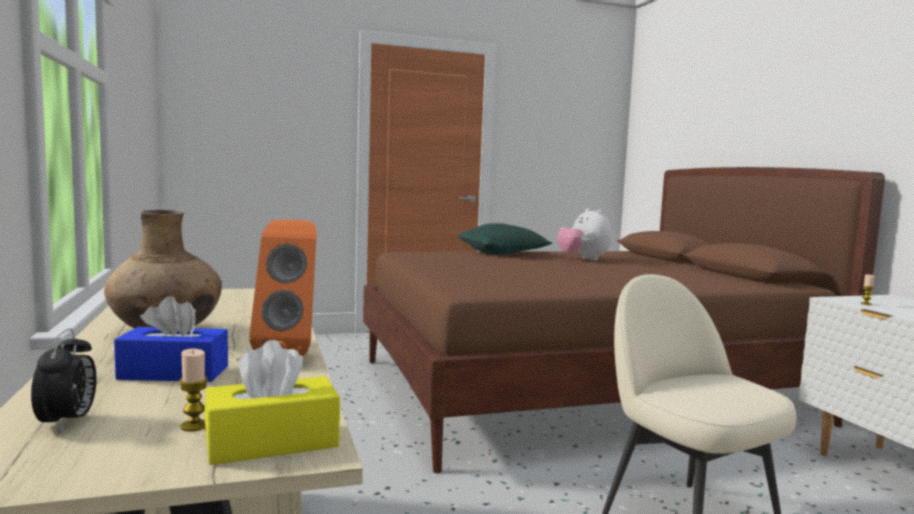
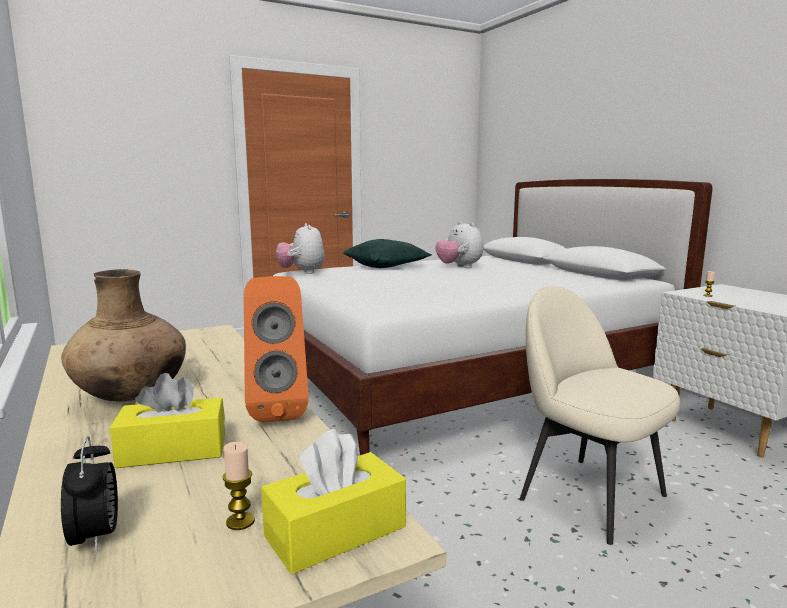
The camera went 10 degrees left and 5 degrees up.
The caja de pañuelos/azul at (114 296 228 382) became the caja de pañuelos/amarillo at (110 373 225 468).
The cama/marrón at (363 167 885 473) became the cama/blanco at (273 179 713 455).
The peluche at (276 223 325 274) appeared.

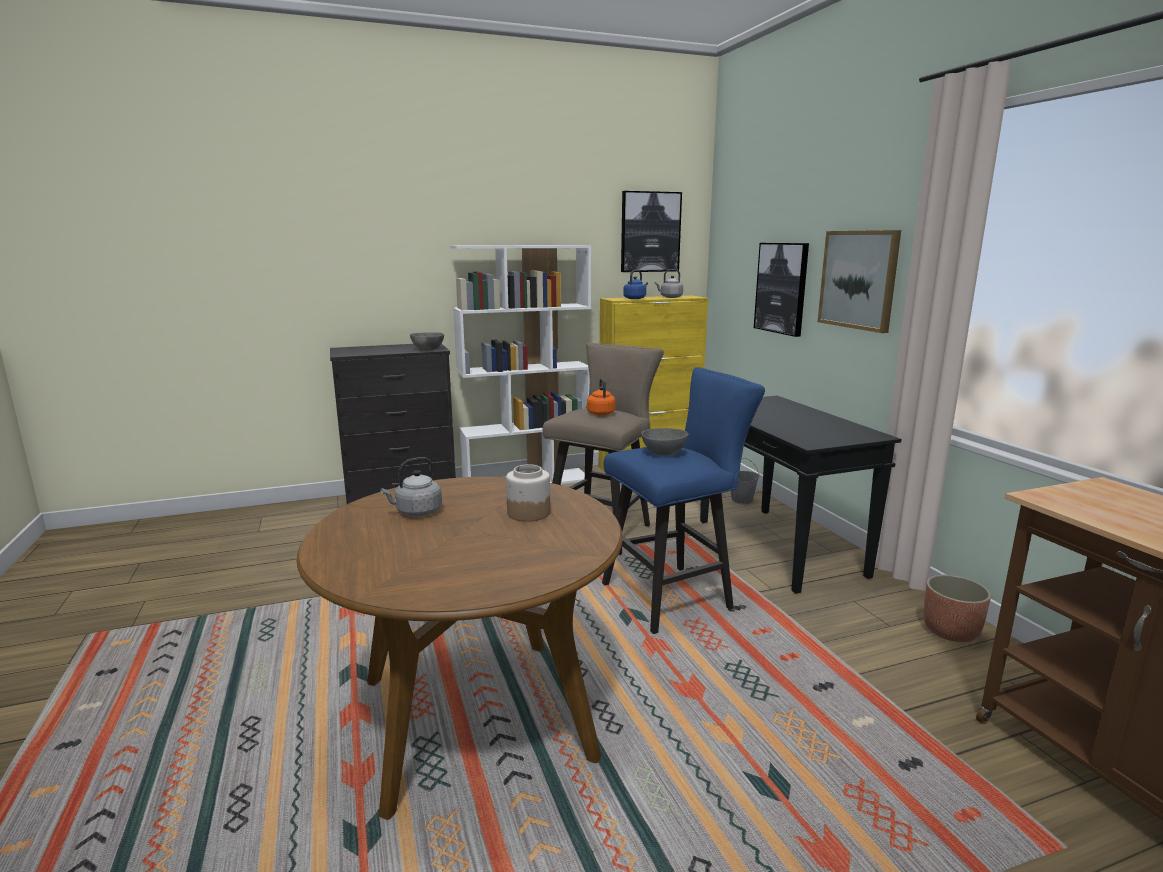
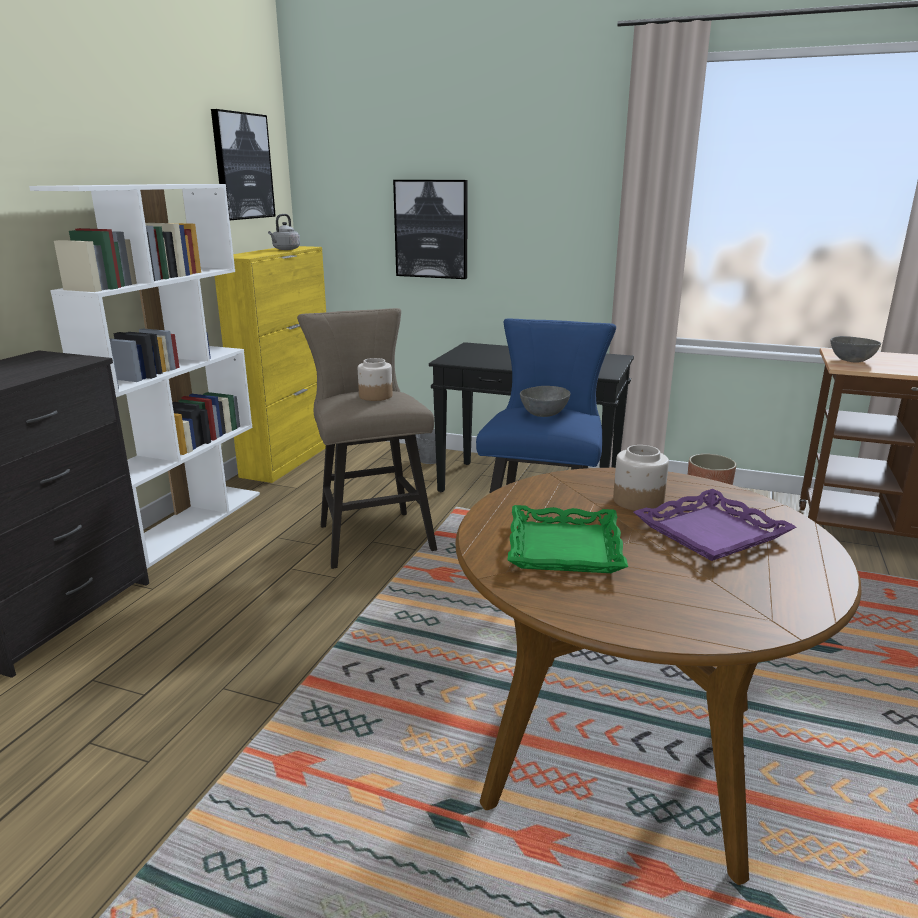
The camera went 50 degrees left and 5 degrees up.
The hervidor/naranja at (587 378 616 415) was replaced by the tarro at (358 358 393 401).
The hervidor/gris at (380 457 442 516) was replaced by the bandeja/verde at (508 505 628 573).
The bandeja/morado at (634 489 796 561) appeared.
The cuenco/gris moved from (410 332 444 350) to (830 336 881 363).
The hervidor/azul at (623 270 648 299) disappeared.
The cuadro at (818 230 901 333) disappeared.

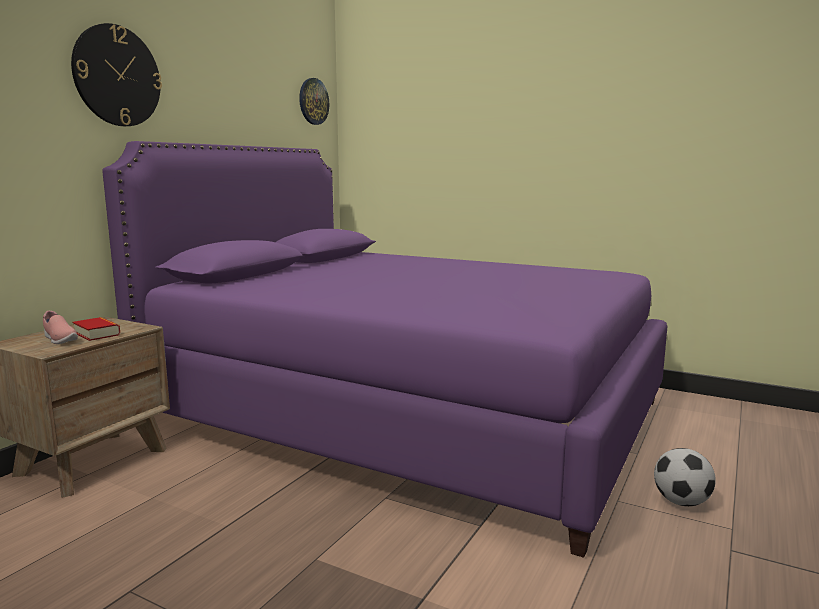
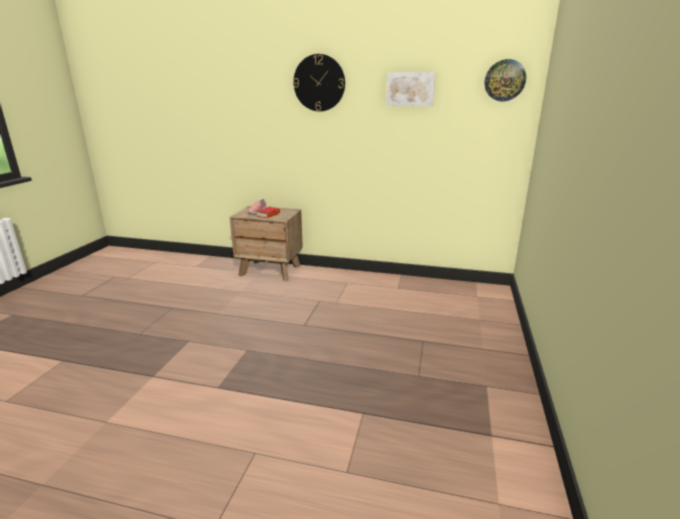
The camera went 75 degrees right and 10 degrees up.
The cuadro at (386 72 436 106) appeared.
The cama/morado at (102 141 667 558) disappeared.
The balón de fútbol at (654 448 716 506) disappeared.

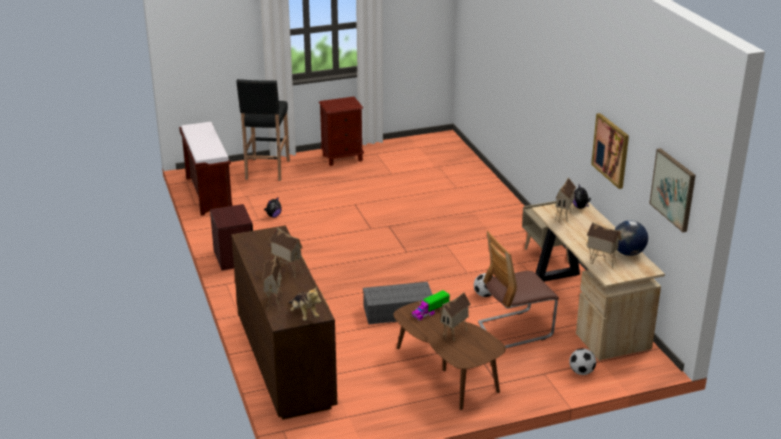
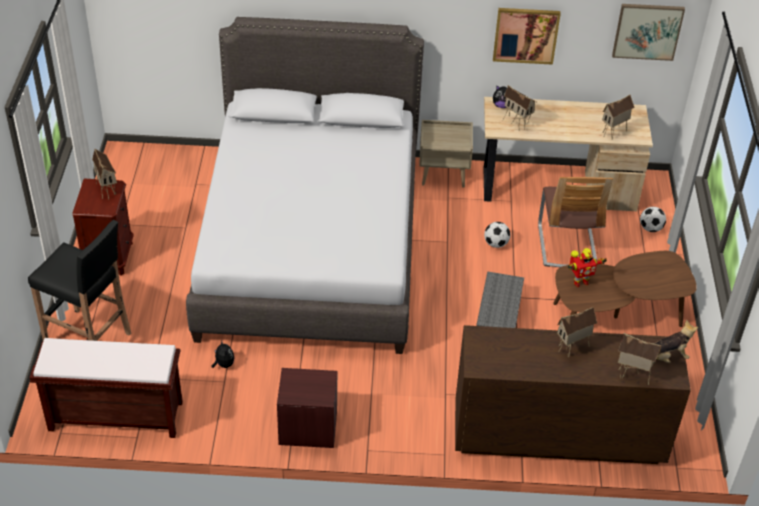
The camera went 70 degrees left and 15 degrees up.
The casita moved from (440 292 471 341) to (92 149 117 200).
The cama/gris at (186 17 424 354) appeared.
The camión de juguete at (411 290 450 321) was replaced by the robot de juguete at (567 248 607 287).
The globo terráqueo at (614 220 648 256) disappeared.

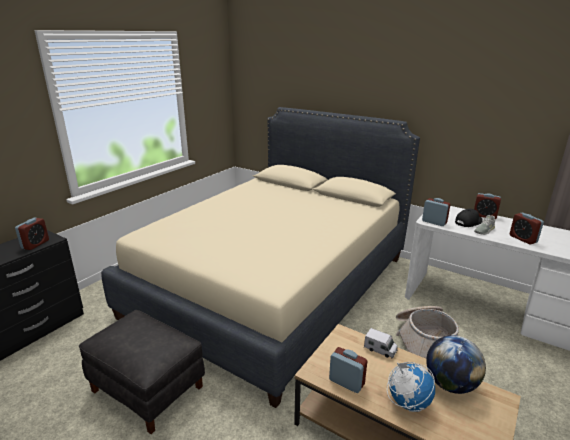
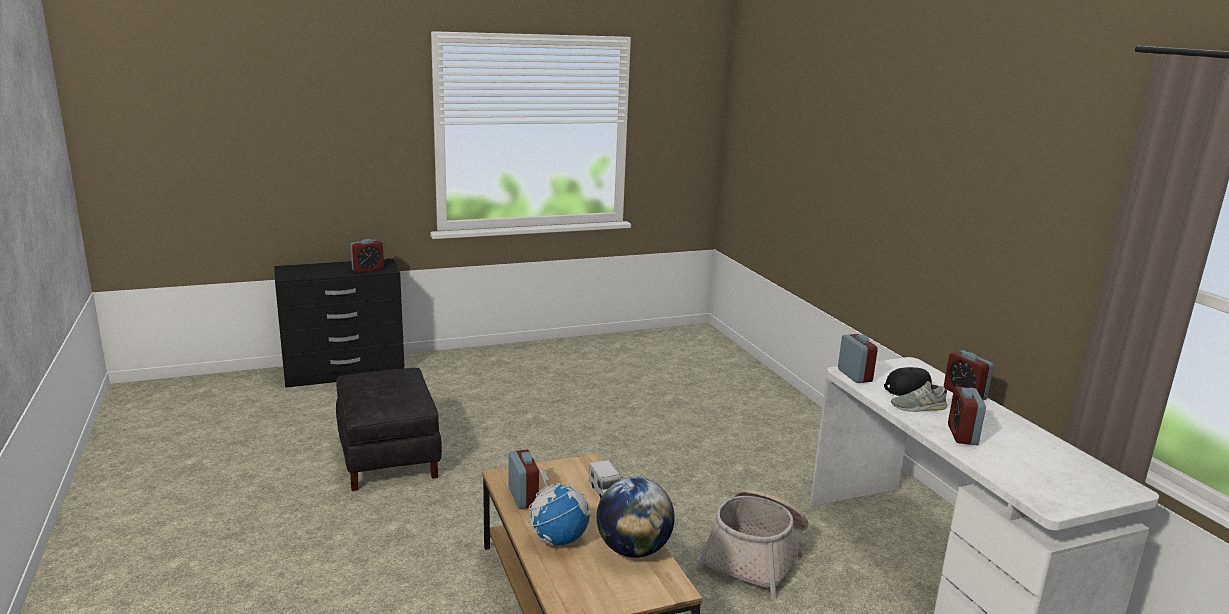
The camera went 35 degrees right and 5 degrees down.
The cama/beis at (101 107 420 408) disappeared.

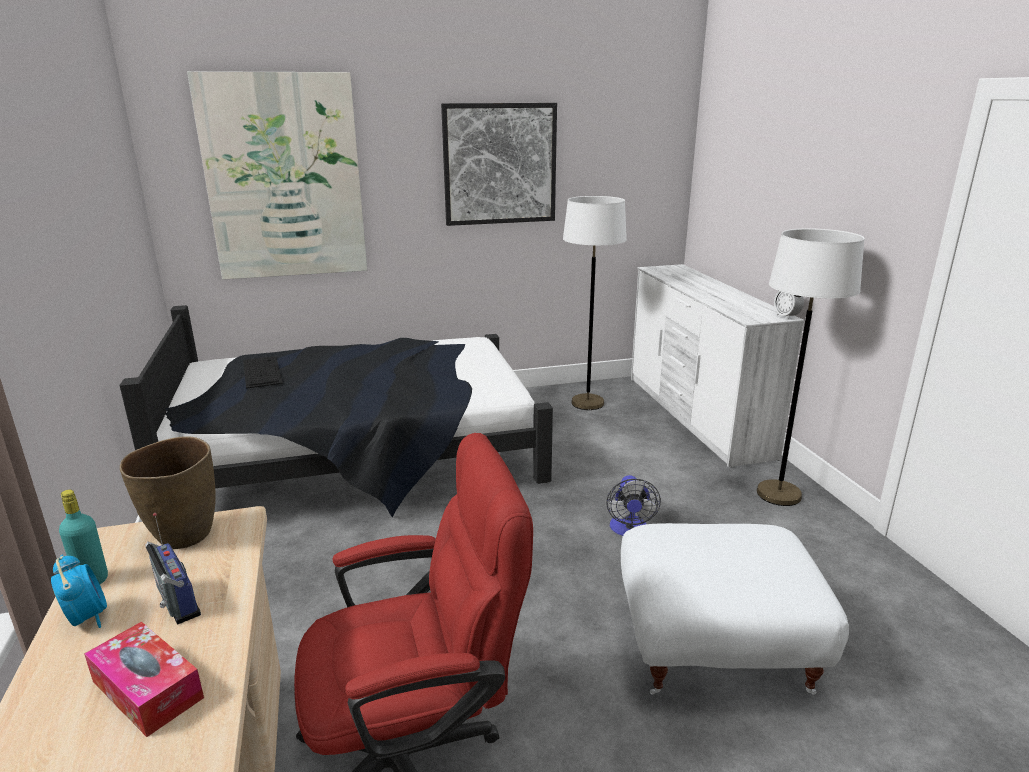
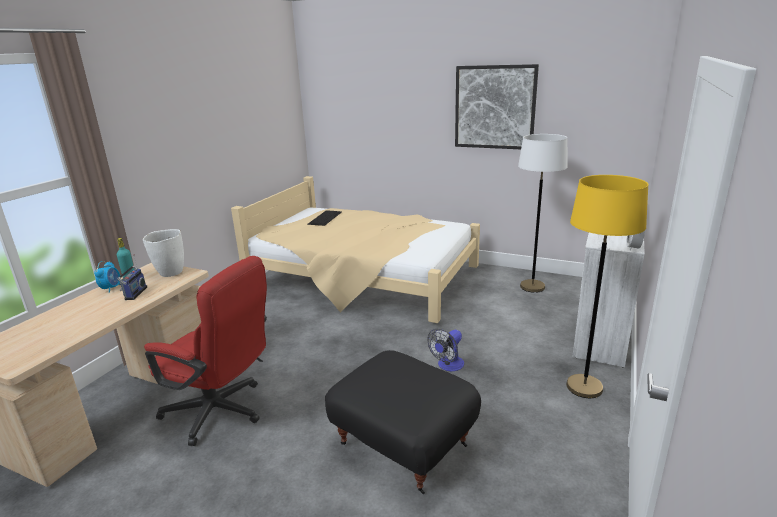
The camera went 40 degrees right and 0 degrees up.
The florero/marrón at (120 436 216 549) became the florero/blanco at (143 229 184 277).
The cama/negro at (119 305 553 518) became the cama/beis at (231 176 480 323).
The puf/blanco at (621 523 849 695) became the puf/negro at (325 350 481 494).
The lámpara de pie/blanco at (757 229 865 506) became the lámpara de pie/amarillo at (566 175 649 398).
The caja de pañuelos at (84 622 204 737) disappeared.
The cuadro at (187 71 367 280) disappeared.

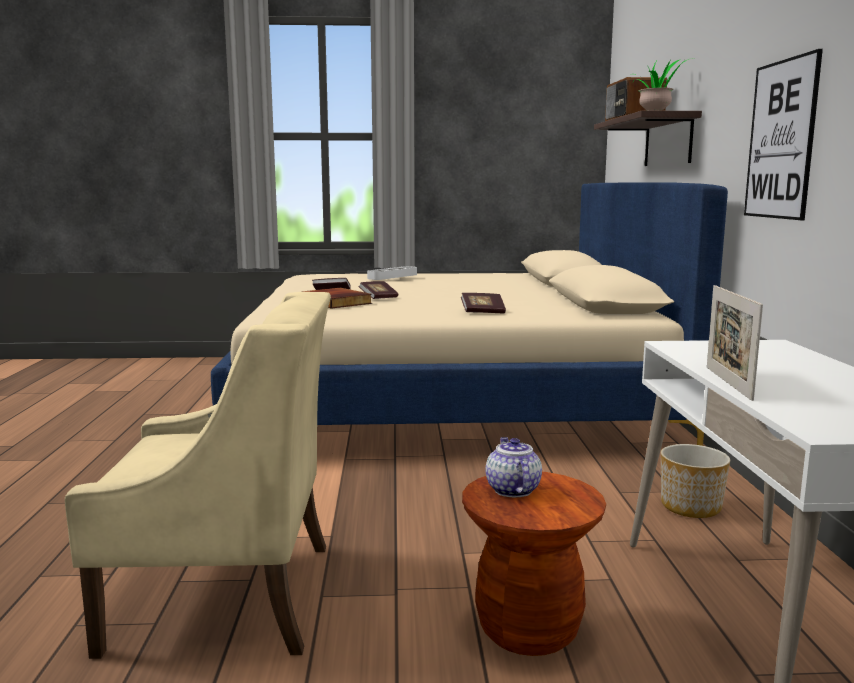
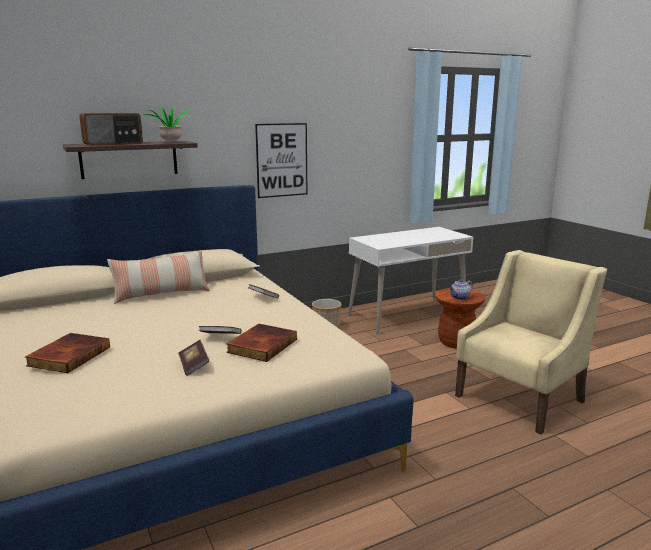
The camera went 115 degrees left and 5 degrees up.
The bandeja/gris at (367 266 417 280) was replaced by the libro at (25 333 110 373).
The cojín at (107 250 210 304) appeared.
The sillón/beis at (65 292 331 659) turned 75 degrees clockwise.
The portarretratos at (707 285 763 401) disappeared.

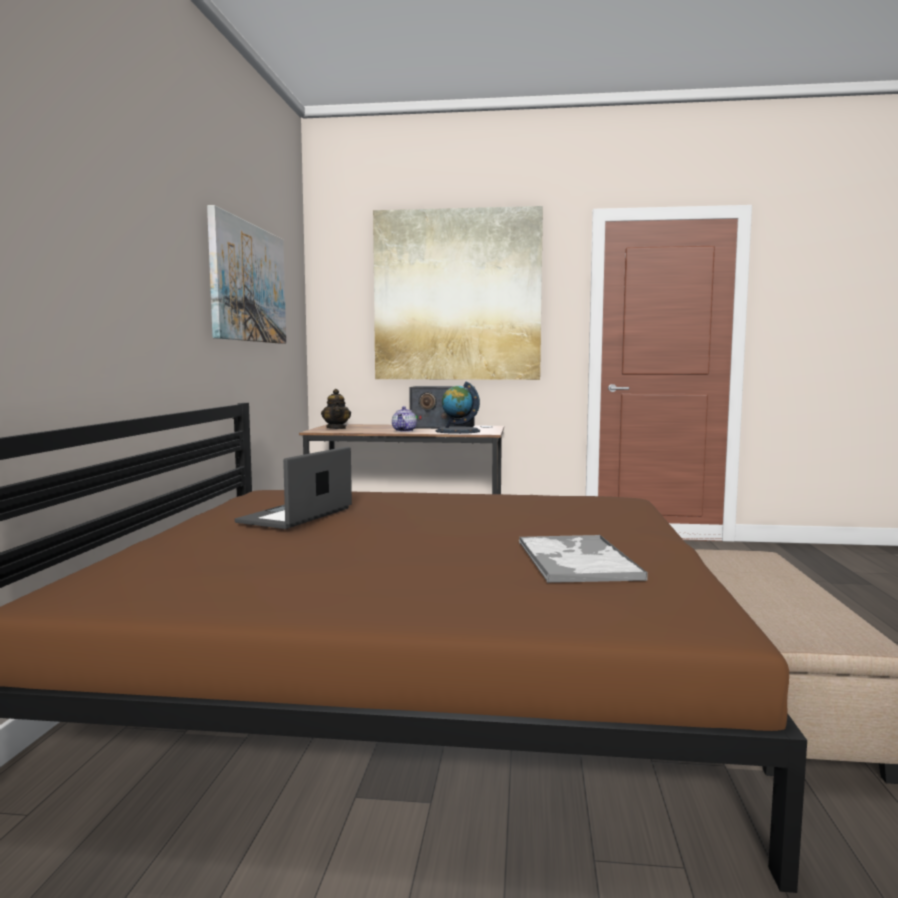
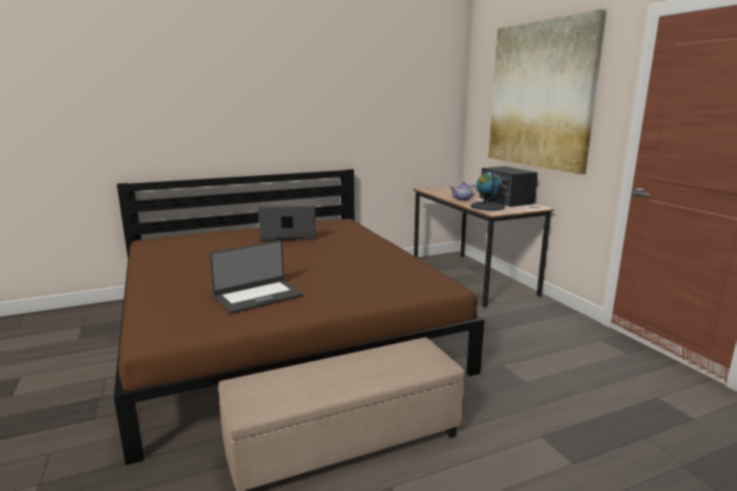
The camera went 60 degrees right and 10 degrees up.
The bandeja at (519 535 648 583) was replaced by the portátil at (209 240 303 314).
The cuadro at (207 205 286 344) disappeared.
The tetera at (321 389 351 429) disappeared.

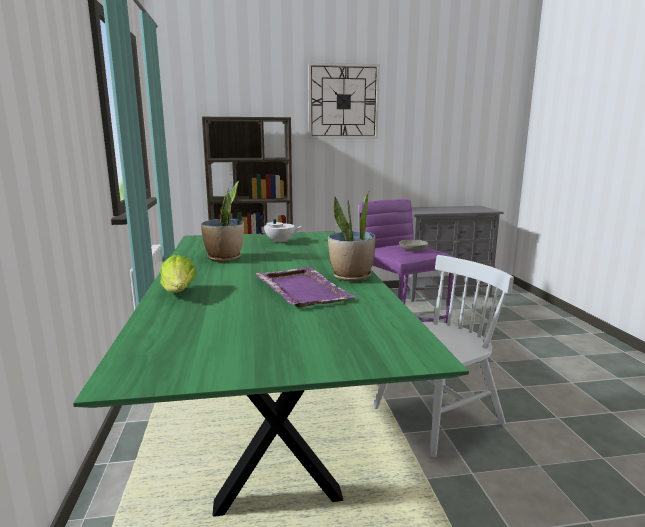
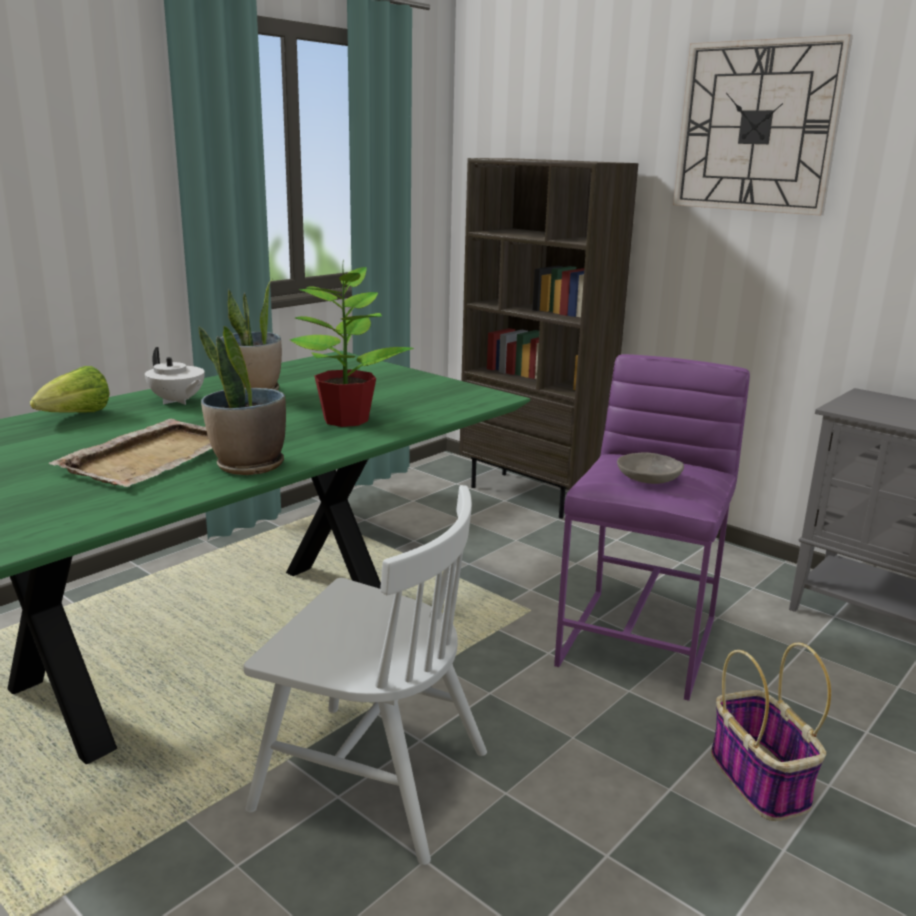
The camera went 50 degrees right and 5 degrees up.
The bandeja/morado at (255 267 357 308) became the bandeja/beis at (49 419 212 487).
The tetera/blanco moved from (258 215 304 244) to (145 347 205 405).
The planta en maceta at (290 259 414 427) appeared.
The cesta at (711 643 831 821) appeared.

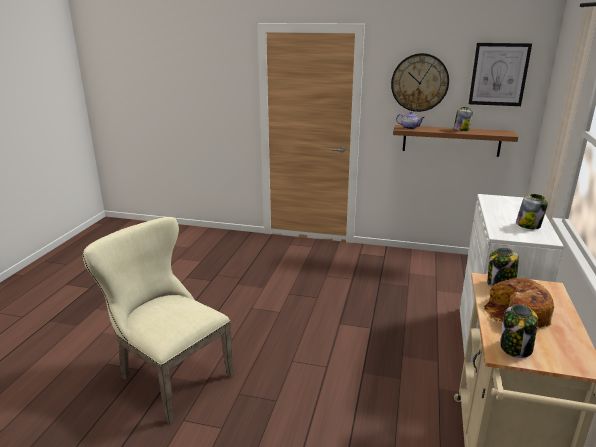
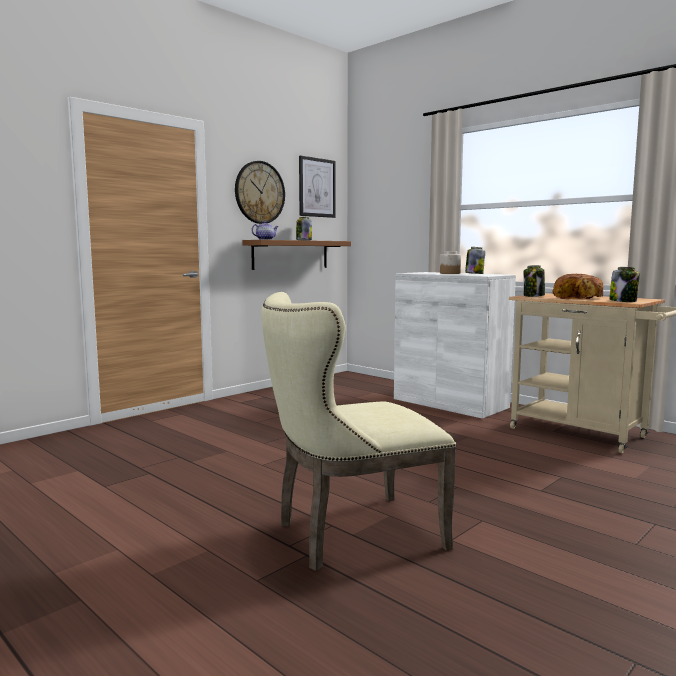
The camera went 60 degrees left and 15 degrees down.
The tarro at (440 251 461 274) appeared.

